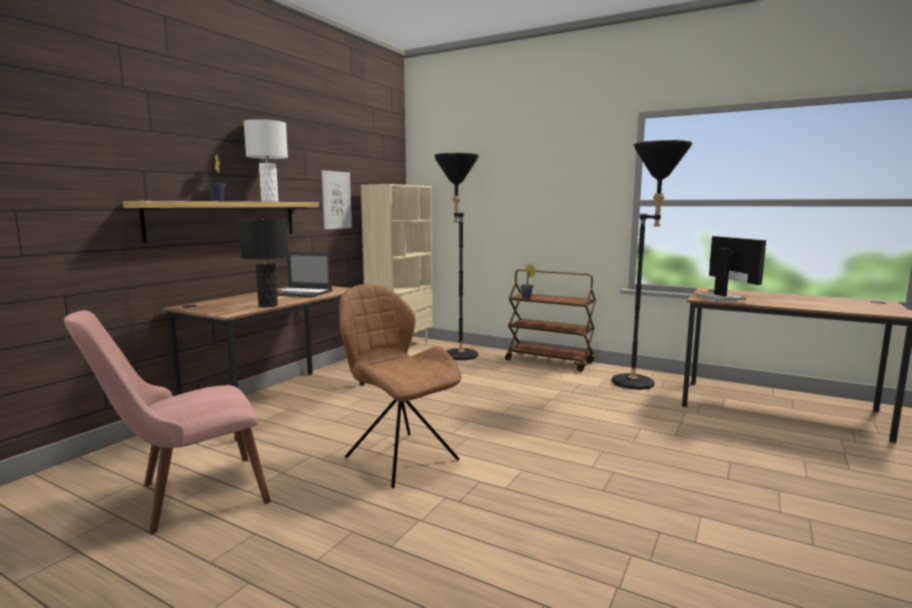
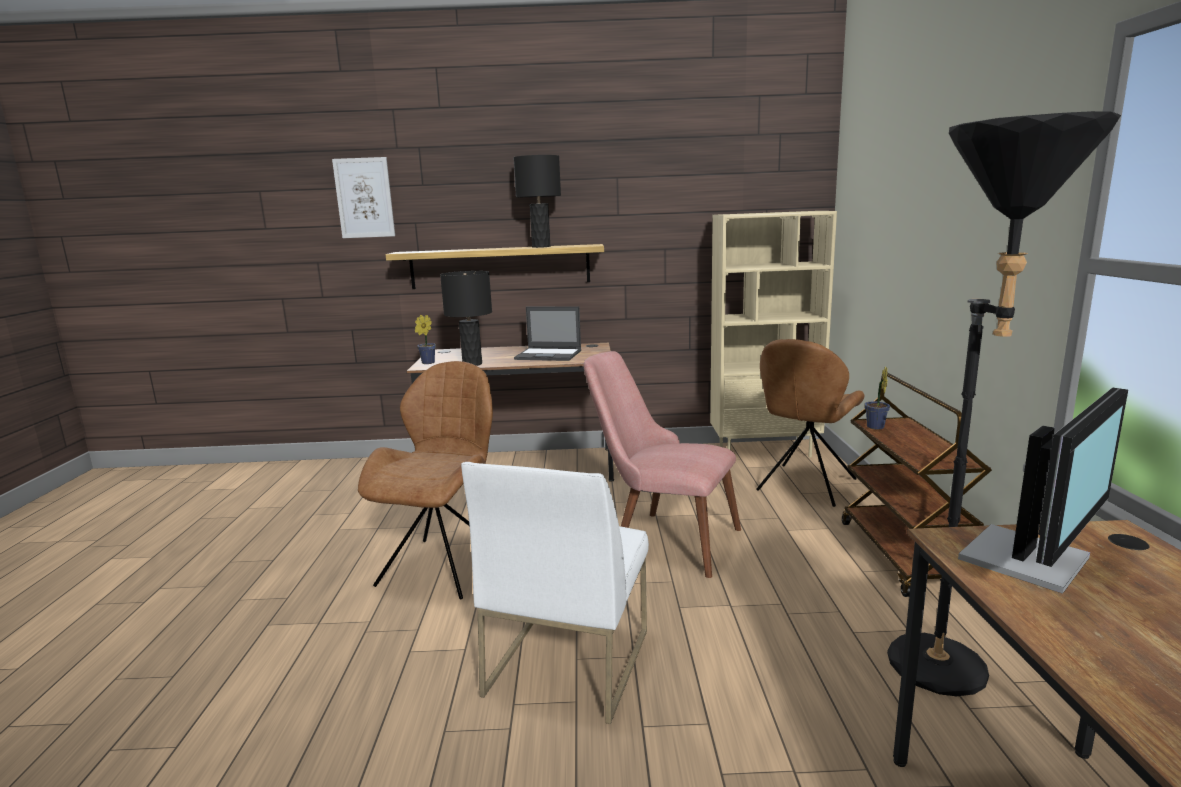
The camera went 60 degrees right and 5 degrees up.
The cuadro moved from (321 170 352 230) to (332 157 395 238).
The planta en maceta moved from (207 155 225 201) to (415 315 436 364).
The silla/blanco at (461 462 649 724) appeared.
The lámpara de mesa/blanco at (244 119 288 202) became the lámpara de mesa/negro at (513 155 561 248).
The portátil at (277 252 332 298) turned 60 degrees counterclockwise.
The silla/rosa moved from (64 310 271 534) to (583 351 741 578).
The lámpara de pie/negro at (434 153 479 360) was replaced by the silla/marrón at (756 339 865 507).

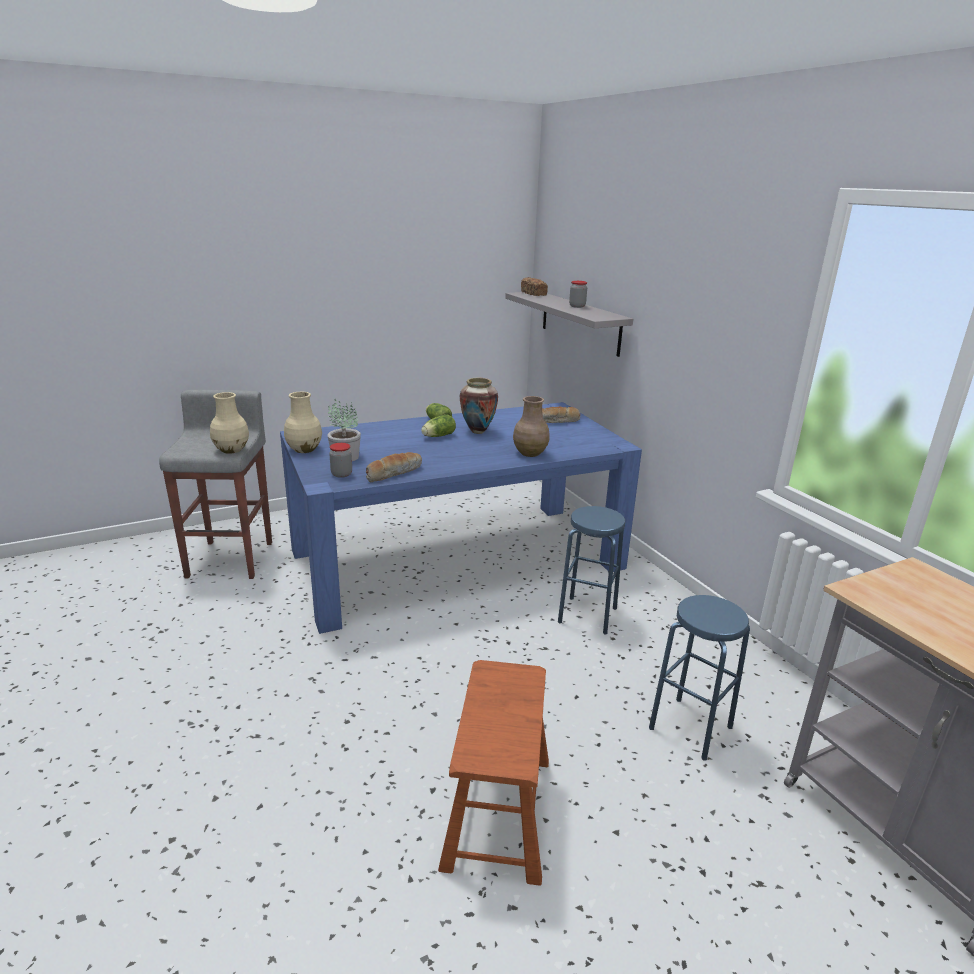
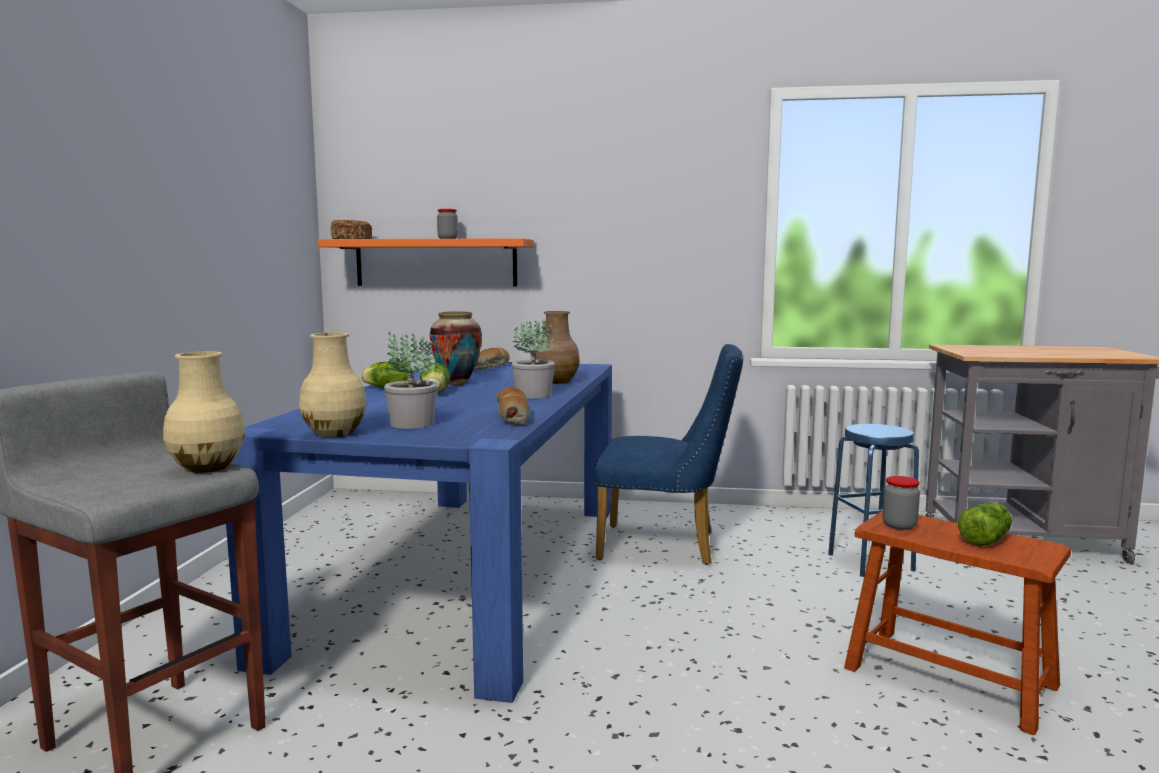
The camera went 55 degrees left and 15 degrees down.
The estante/gris at (505 292 633 357) became the estante/naranja at (318 238 534 287).
The planta en maceta at (512 318 555 398) appeared.
The taburete/azul at (558 506 625 634) was replaced by the silla/azul at (594 344 743 565).
The tarro moved from (329 443 352 478) to (882 476 920 530).
The lechuga at (958 503 1012 546) appeared.

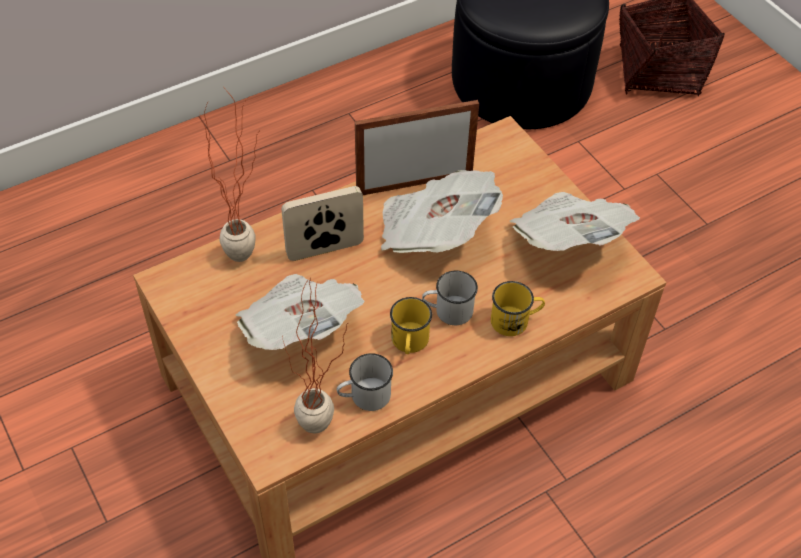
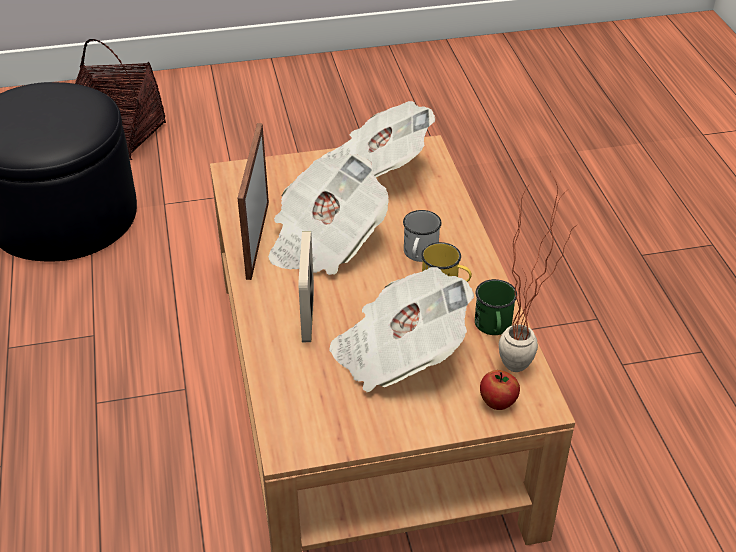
The camera went 70 degrees left and 10 degrees down.
The taza grande/blanco at (337 353 393 411) became the taza grande/verde at (475 279 517 335).
The manzana at (480 370 520 410) appeared.
The planta en maceta at (199 89 258 262) disappeared.
The taza grande/amarillo at (491 281 545 336) disappeared.

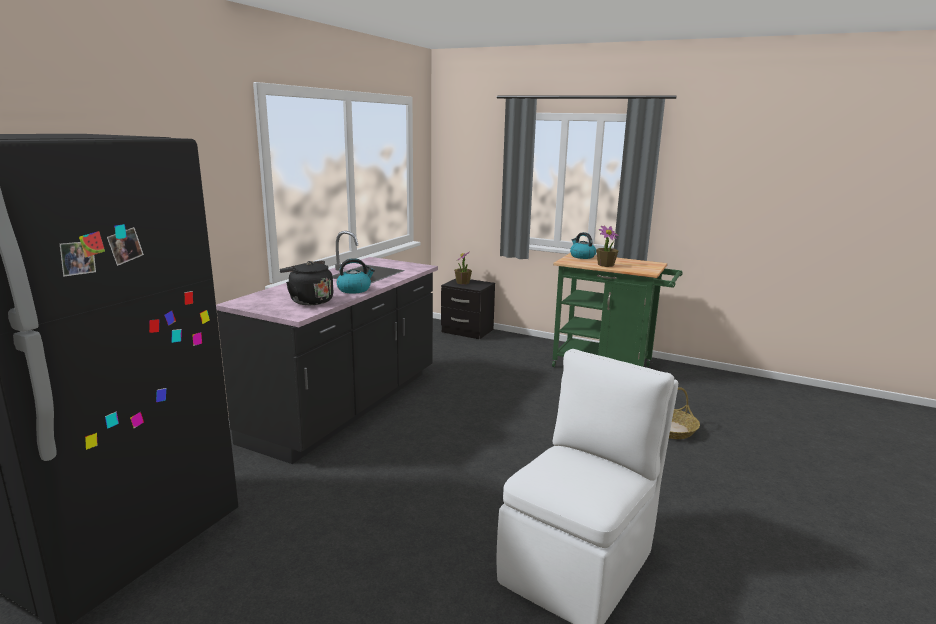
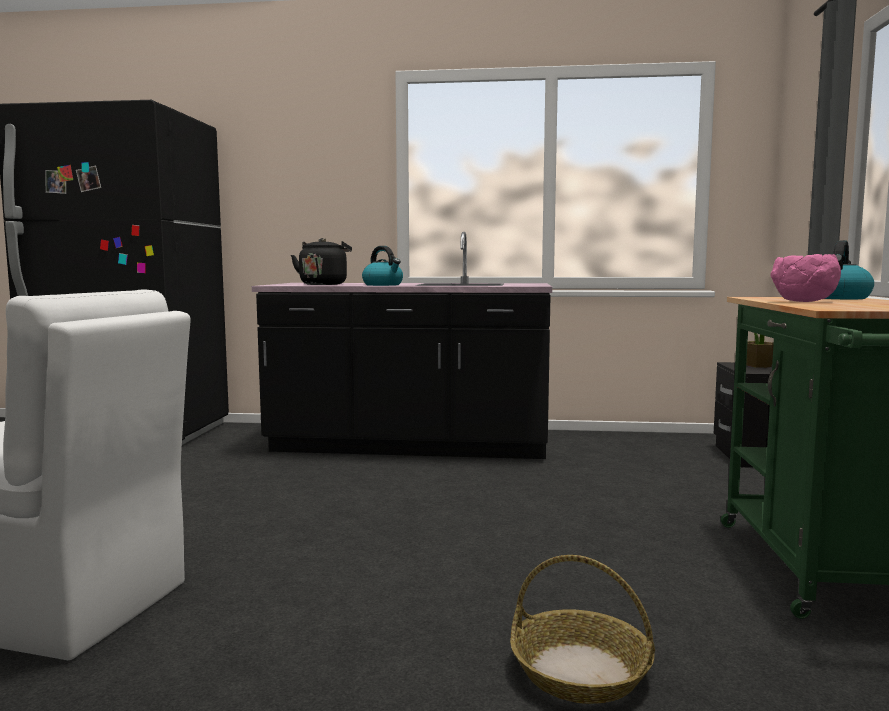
The camera went 70 degrees right and 10 degrees down.
The planta en maceta at (596 226 619 267) was replaced by the cuenco/rosa at (770 254 841 302).

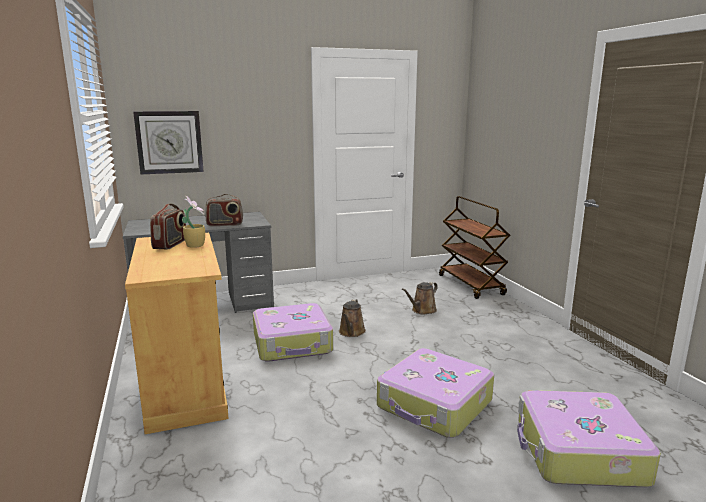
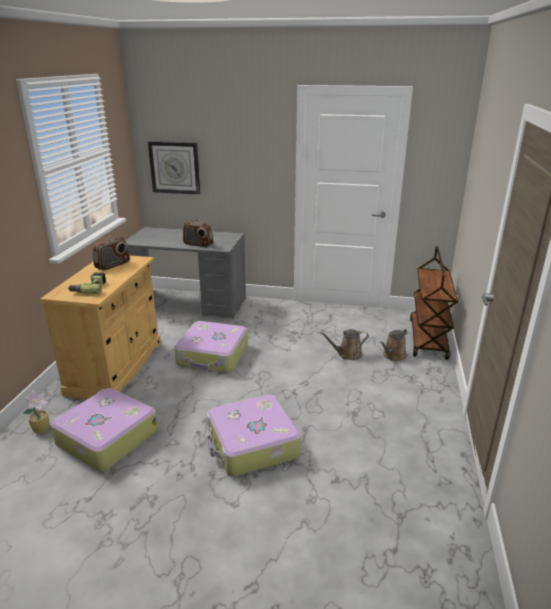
The camera went 30 degrees right and 10 degrees up.
The planta en maceta moved from (182 196 205 248) to (23 390 49 433).
The maleta moved from (517 390 661 487) to (51 388 158 471).
The taladro at (68 272 106 294) appeared.
The regadera/marrón moved from (339 299 366 337) to (380 328 407 361).

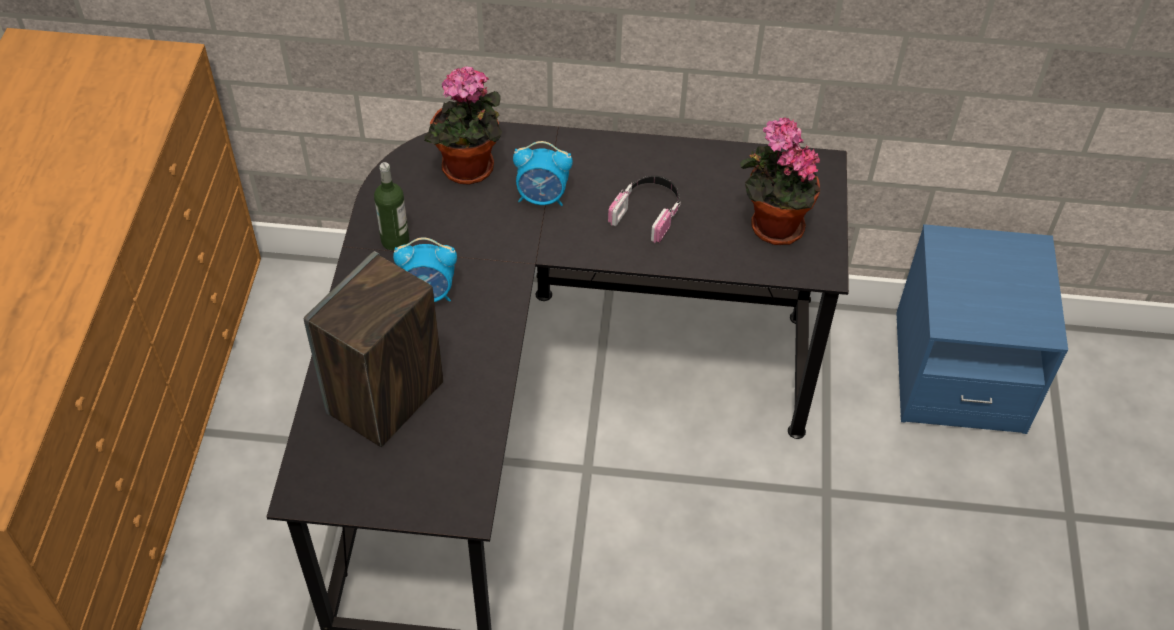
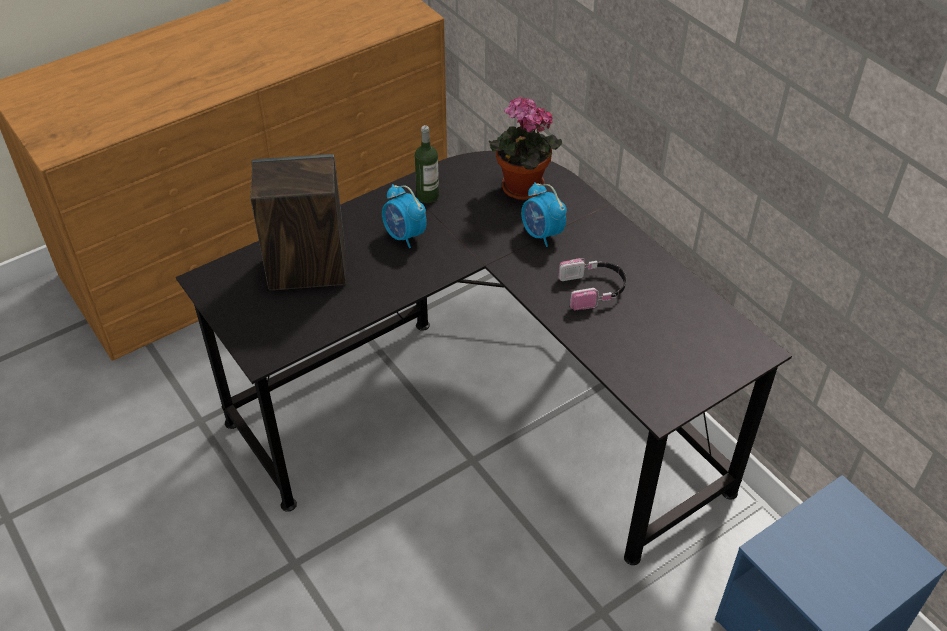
The camera went 50 degrees right and 5 degrees down.
The planta en maceta at (740 117 820 245) disappeared.

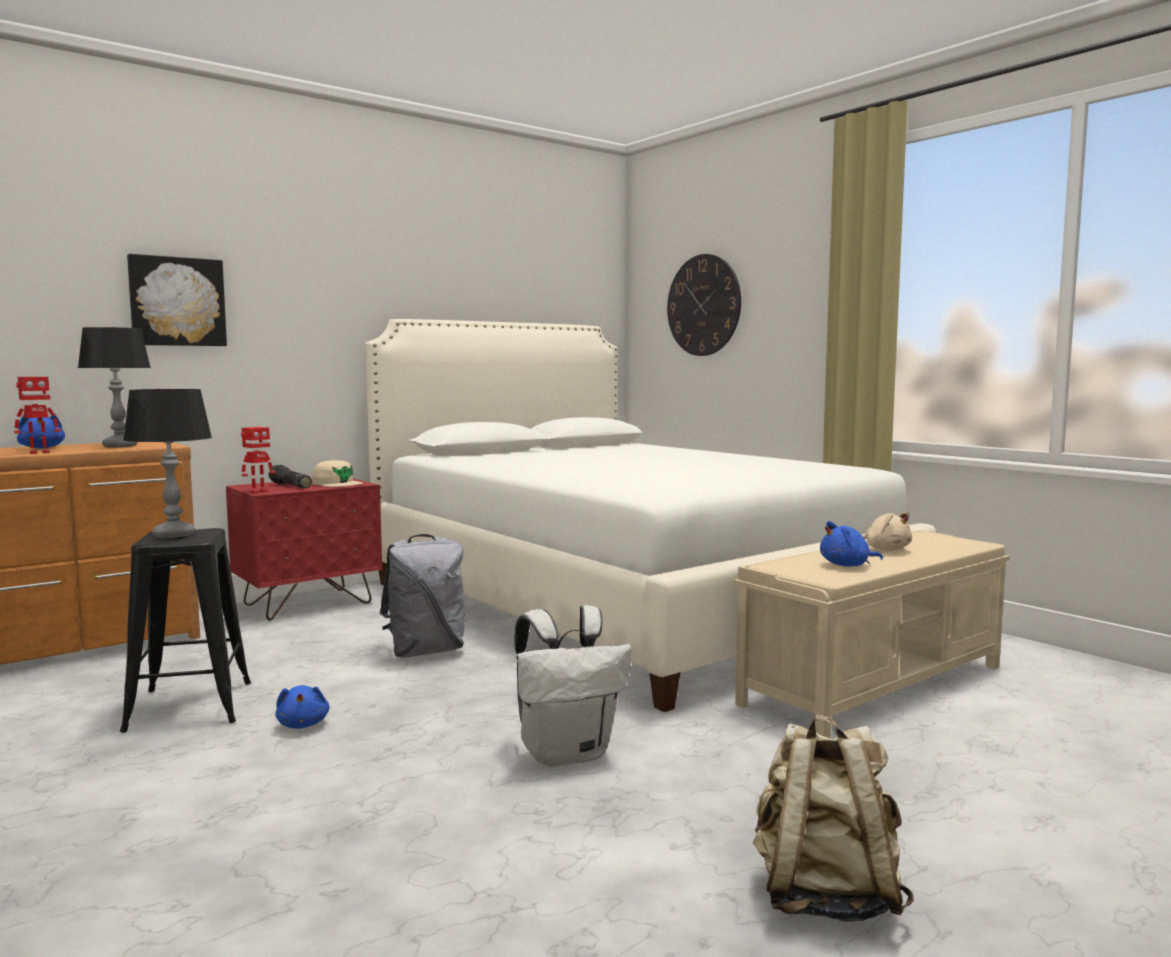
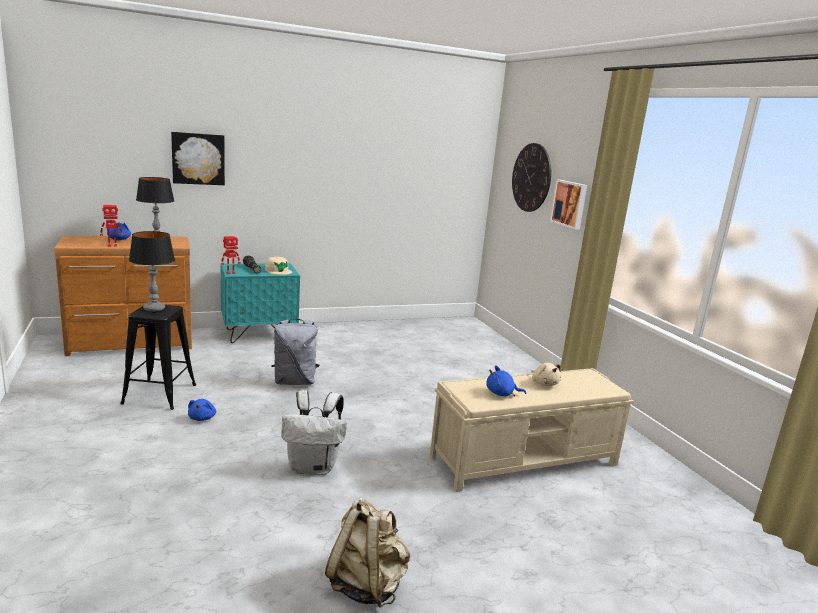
The camera went 15 degrees right and 10 degrees up.
The mesita de noche/rojo at (226 478 382 620) became the mesita de noche/turquesa at (221 263 300 343).
The cuadro at (550 179 587 230) appeared.
The cama/blanco at (365 319 936 712) disappeared.

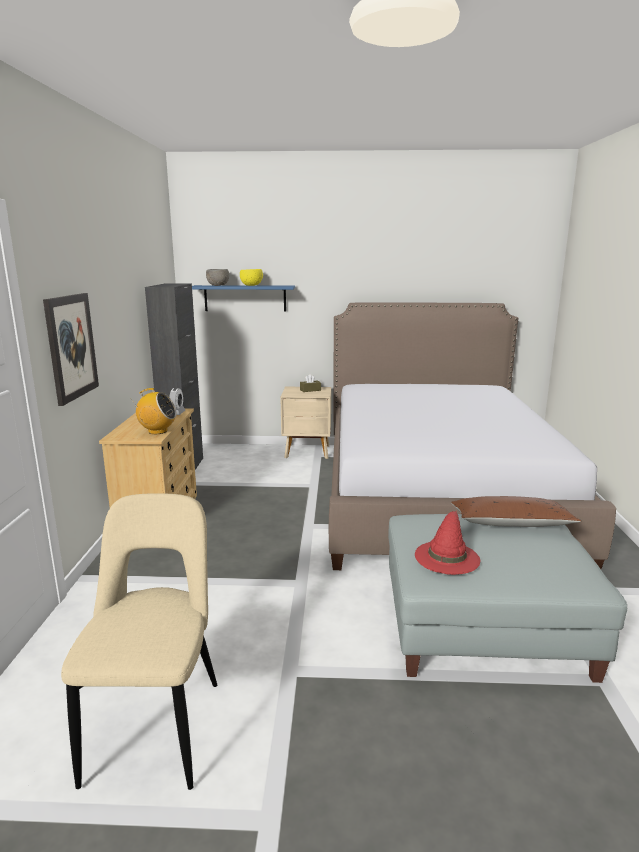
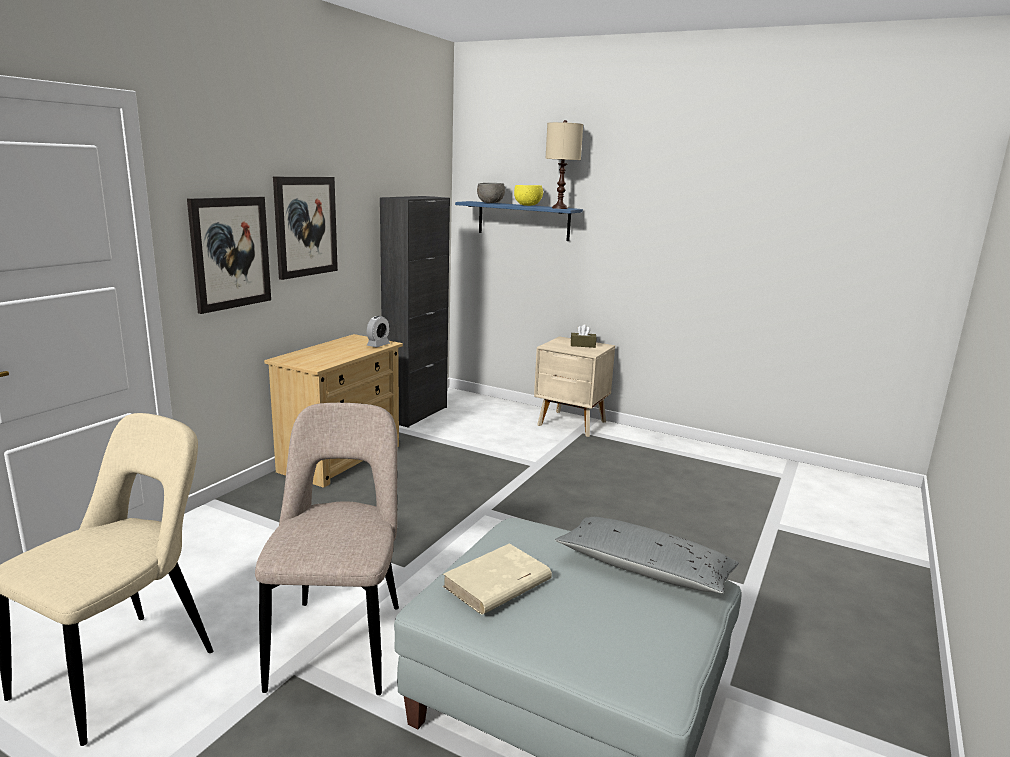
The camera went 25 degrees right and 0 degrees up.
The silla/beis at (255 403 399 695) appeared.
The cuadro at (273 177 338 280) appeared.
The sombrero/rojo at (415 511 480 575) was replaced by the libro/beis at (443 543 552 615).
The lámpara de mesa/beis at (545 120 583 209) appeared.
The cojín/marrón at (451 496 581 527) became the cojín/gris at (555 517 739 594).
The radio at (130 388 176 434) disappeared.
The cama at (329 302 616 570) disappeared.

